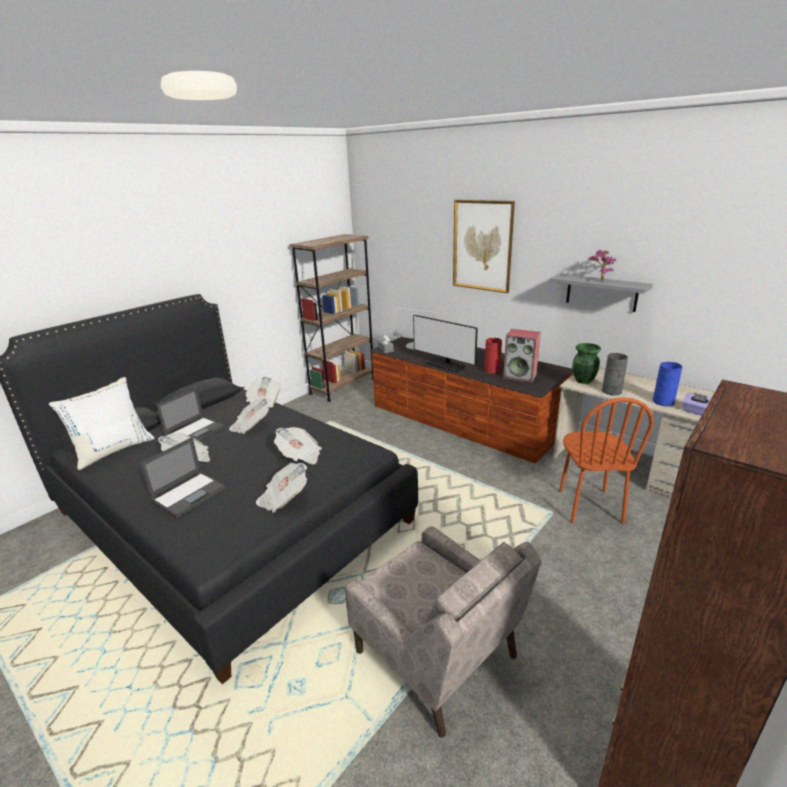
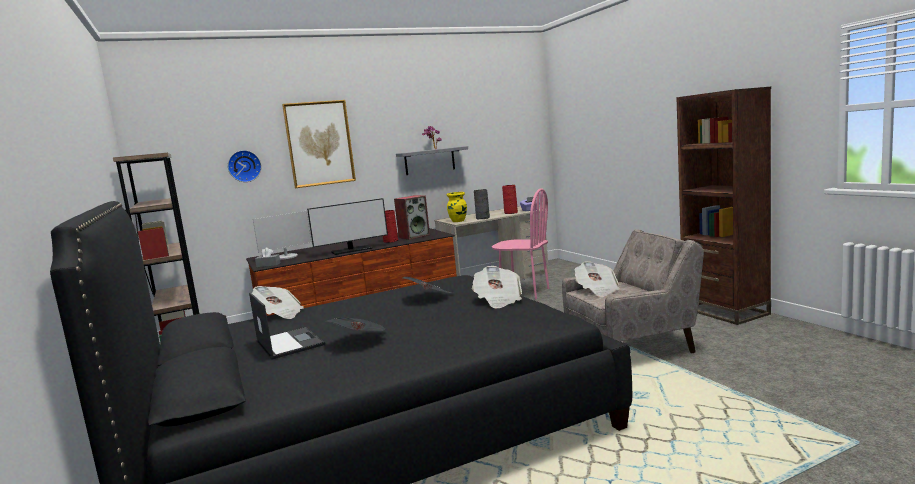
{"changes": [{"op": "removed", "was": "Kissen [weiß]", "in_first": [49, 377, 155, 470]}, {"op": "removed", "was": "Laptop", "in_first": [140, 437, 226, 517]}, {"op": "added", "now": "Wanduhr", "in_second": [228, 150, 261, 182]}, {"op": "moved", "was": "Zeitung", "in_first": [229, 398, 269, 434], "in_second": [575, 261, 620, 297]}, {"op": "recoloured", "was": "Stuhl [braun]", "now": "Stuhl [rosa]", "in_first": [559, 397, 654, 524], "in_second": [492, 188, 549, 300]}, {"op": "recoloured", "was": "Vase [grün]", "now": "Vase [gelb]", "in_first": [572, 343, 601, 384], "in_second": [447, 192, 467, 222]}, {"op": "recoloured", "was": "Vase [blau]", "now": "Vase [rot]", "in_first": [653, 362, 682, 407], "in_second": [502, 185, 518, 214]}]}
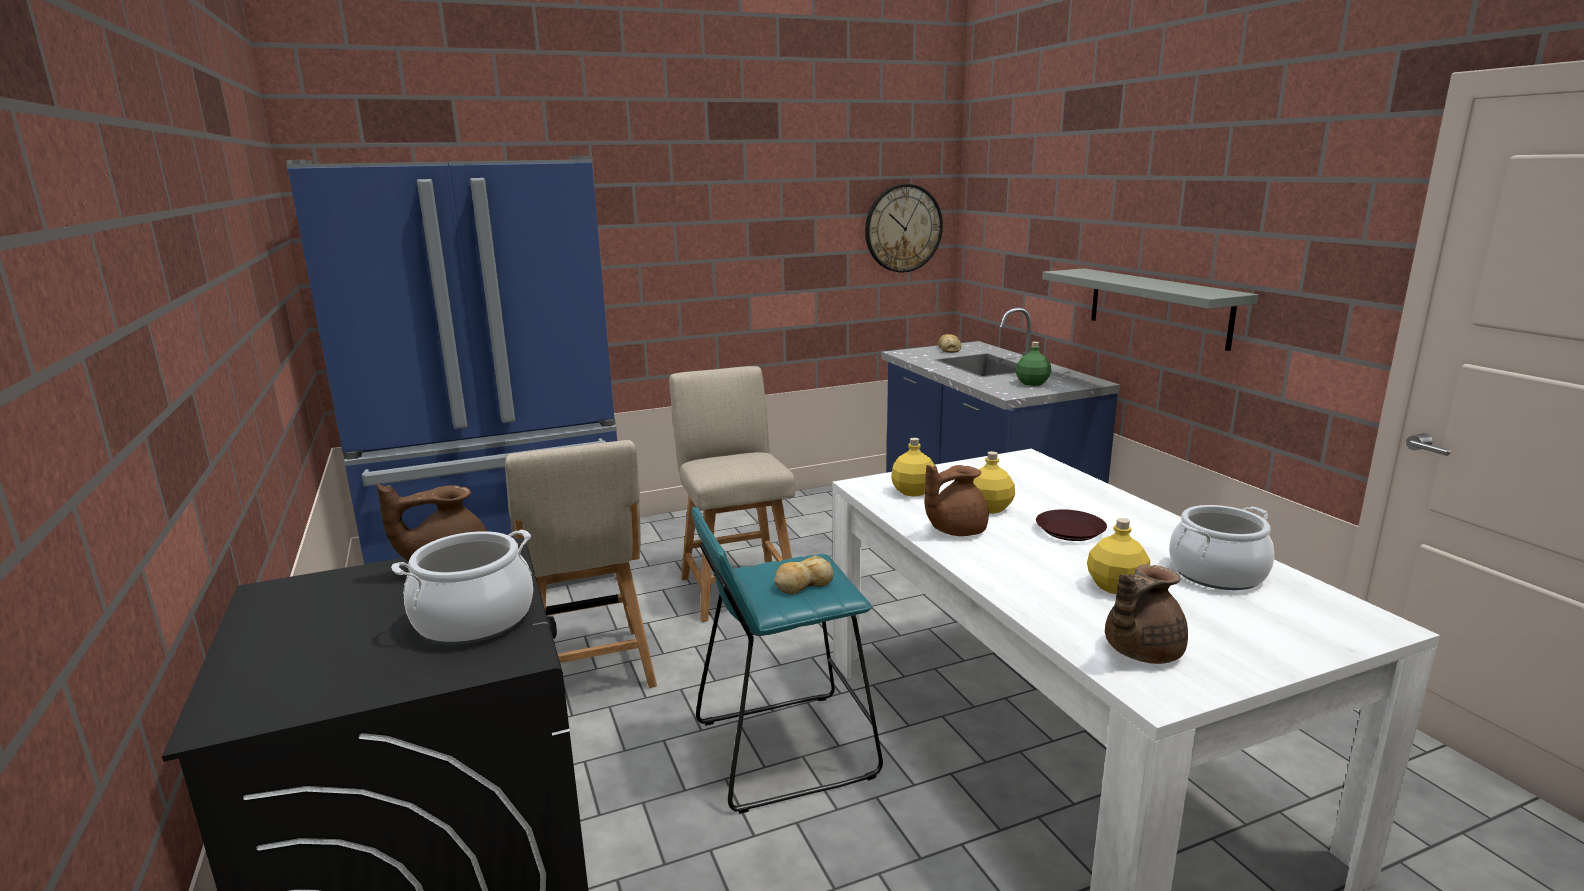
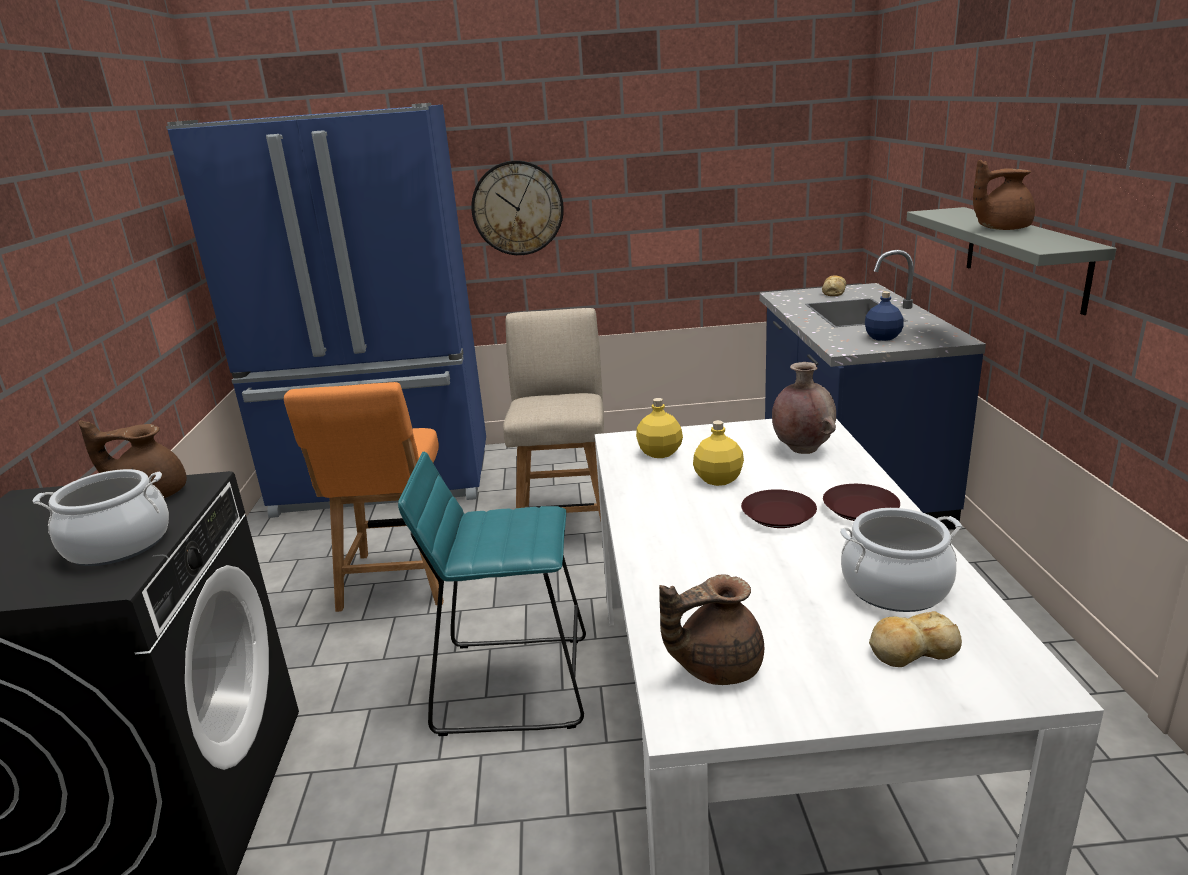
{"changes": [{"op": "removed", "was": "Flasche [gelb]", "in_first": [1087, 518, 1150, 594]}, {"op": "added", "now": "Vase [braun]", "in_second": [772, 362, 836, 454]}, {"op": "added", "now": "Teller [braun]", "in_second": [823, 484, 900, 521]}, {"op": "moved", "was": "Brot", "in_first": [774, 555, 834, 594], "in_second": [869, 611, 962, 667]}, {"op": "moved", "was": "Wanduhr", "in_first": [865, 184, 943, 273], "in_second": [471, 160, 564, 255]}, {"op": "moved", "was": "Teekanne [braun]", "in_first": [924, 465, 989, 536], "in_second": [973, 160, 1035, 230]}, {"op": "recoloured", "was": "Stuhl [beige]", "now": "Stuhl [orange]", "in_first": [505, 440, 657, 688], "in_second": [284, 382, 444, 612]}, {"op": "recoloured", "was": "Flasche [grün]", "now": "Flasche [blau]", "in_first": [1016, 342, 1051, 386], "in_second": [865, 291, 904, 341]}]}
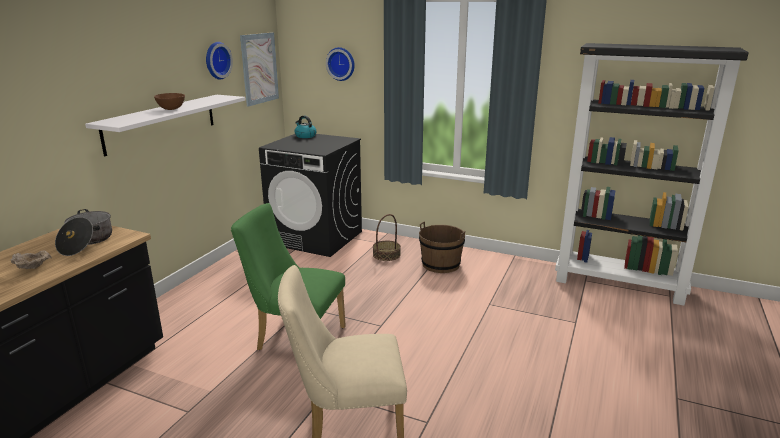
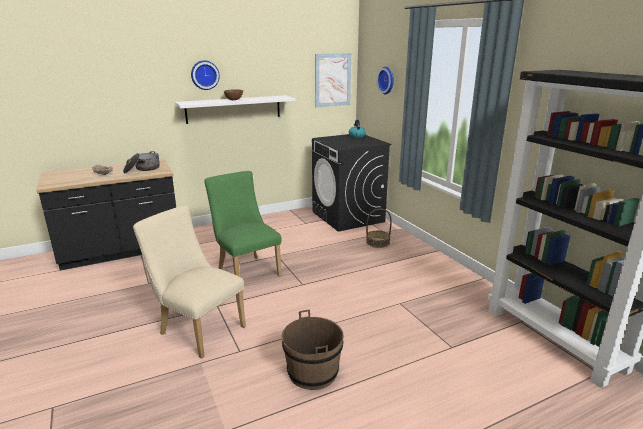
{"changes": [{"op": "moved", "was": "Wanduhr", "in_first": [206, 42, 233, 80], "in_second": [191, 60, 220, 90]}, {"op": "moved", "was": "Eimer [braun]", "in_first": [419, 221, 465, 273], "in_second": [282, 310, 344, 390]}]}
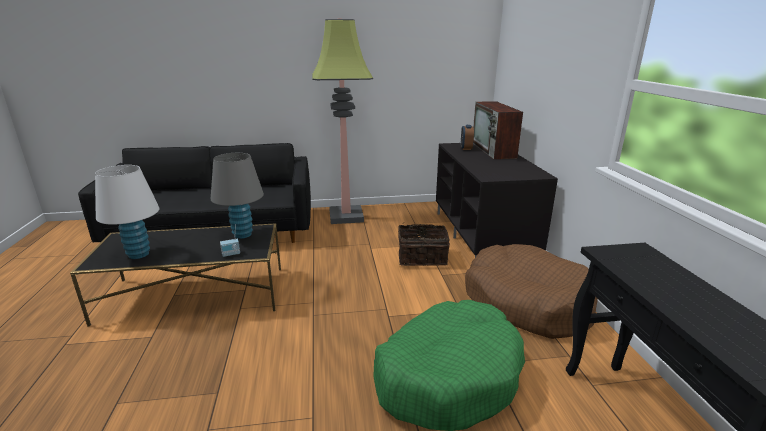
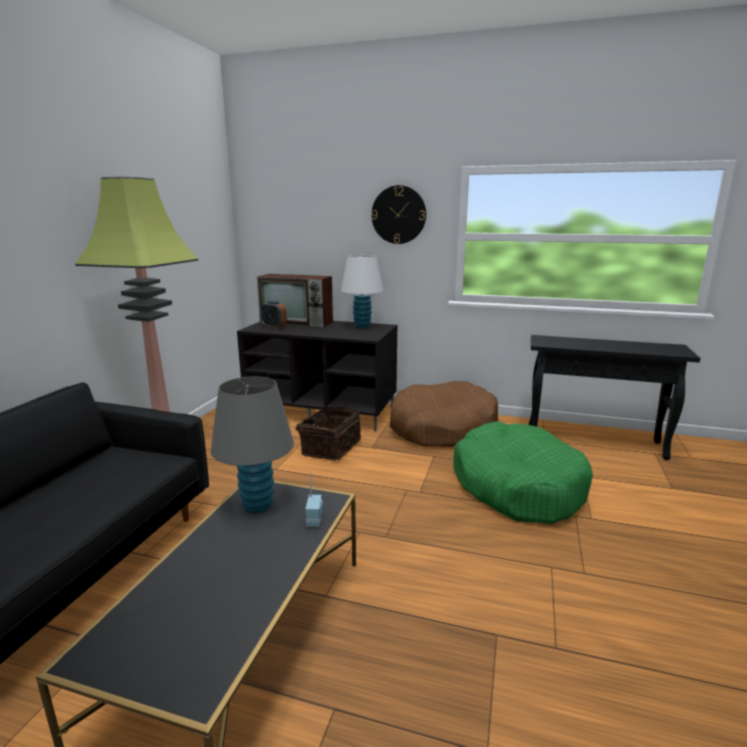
{"changes": [{"op": "added", "now": "Wanduhr", "in_second": [371, 185, 426, 244]}, {"op": "moved", "was": "Tischlampe [weiß]", "in_first": [95, 165, 159, 259], "in_second": [341, 255, 383, 328]}]}
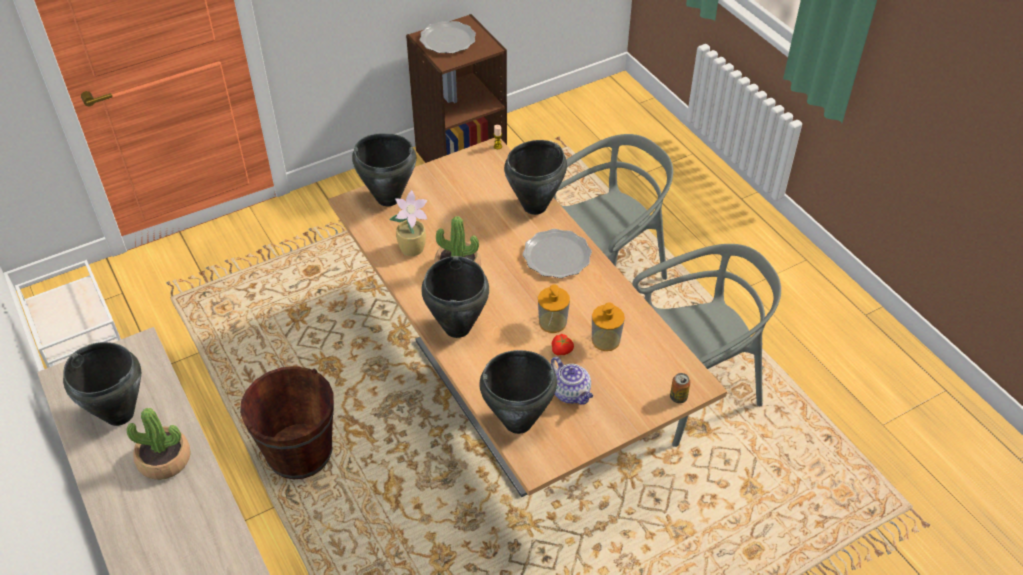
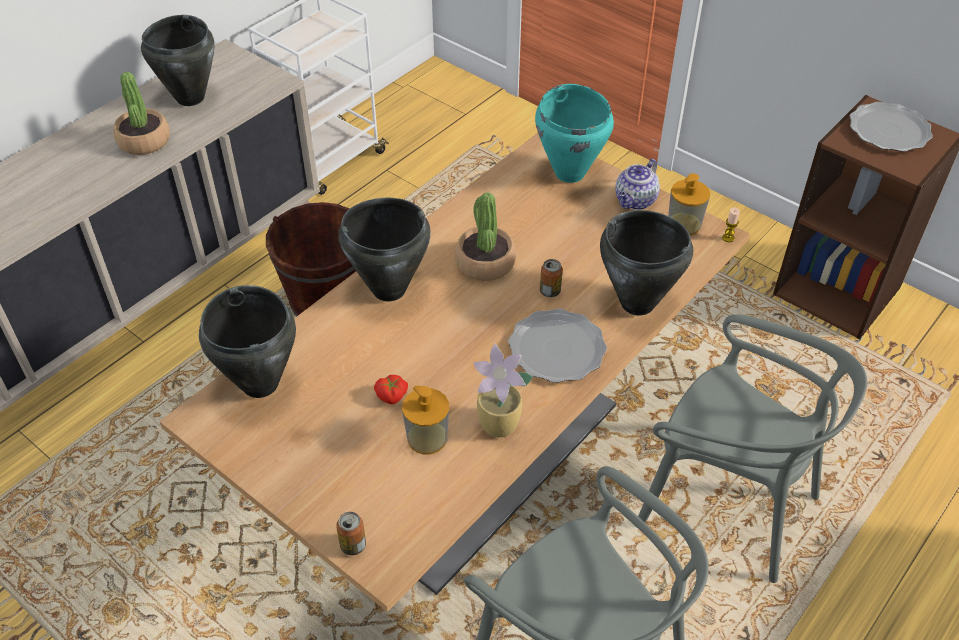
{"changes": [{"op": "added", "now": "Dose", "in_second": [540, 259, 563, 297]}, {"op": "moved", "was": "Topfpflanze", "in_first": [389, 190, 427, 256], "in_second": [473, 343, 533, 437]}, {"op": "moved", "was": "Seifenspender", "in_first": [538, 285, 570, 333], "in_second": [668, 173, 710, 236]}, {"op": "moved", "was": "Teekanne", "in_first": [551, 357, 593, 405], "in_second": [615, 159, 660, 210]}, {"op": "recoloured", "was": "Kochtopf [schwarz]", "now": "Kochtopf [türkis]", "in_first": [352, 133, 416, 206], "in_second": [535, 84, 614, 183]}]}
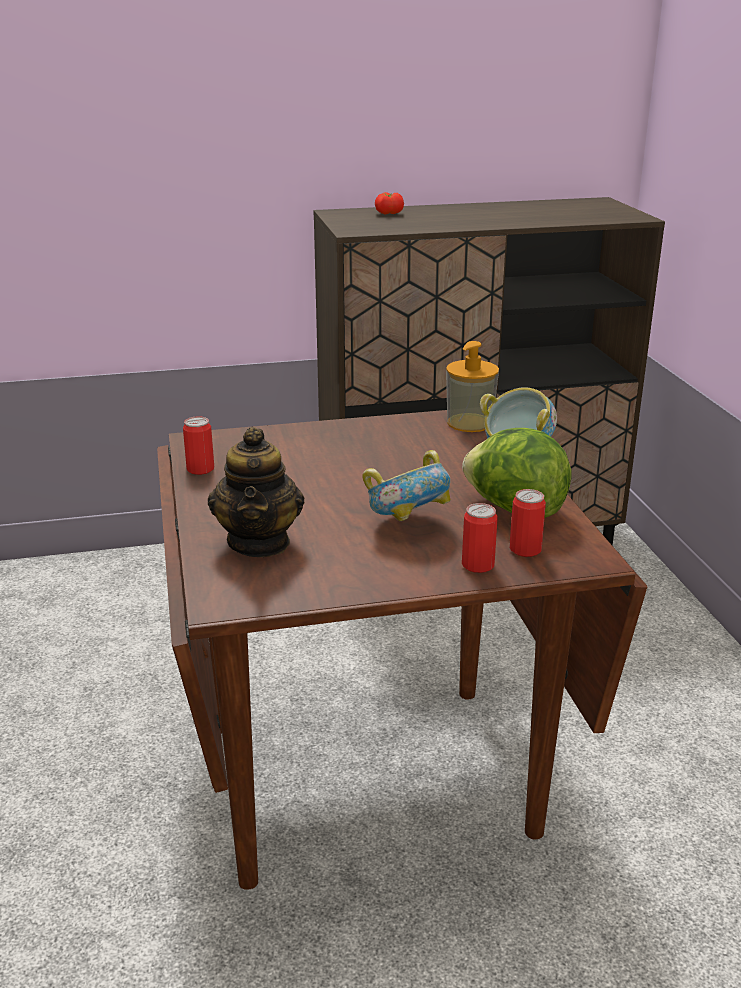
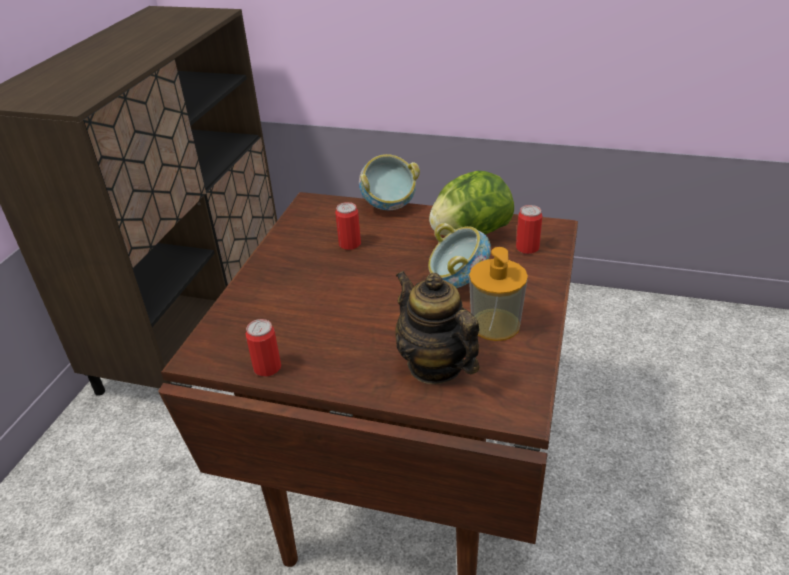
{"changes": [{"op": "removed", "was": "Tomate", "in_first": [375, 192, 404, 214]}, {"op": "moved", "was": "Seifenspender", "in_first": [446, 341, 499, 432], "in_second": [469, 247, 528, 341]}, {"op": "moved", "was": "Dose", "in_first": [462, 503, 498, 573], "in_second": [335, 202, 361, 250]}, {"op": "turned", "was": "Teekanne", "in_first": [208, 427, 304, 557], "in_second": [395, 271, 479, 384], "clockwise": -150}]}
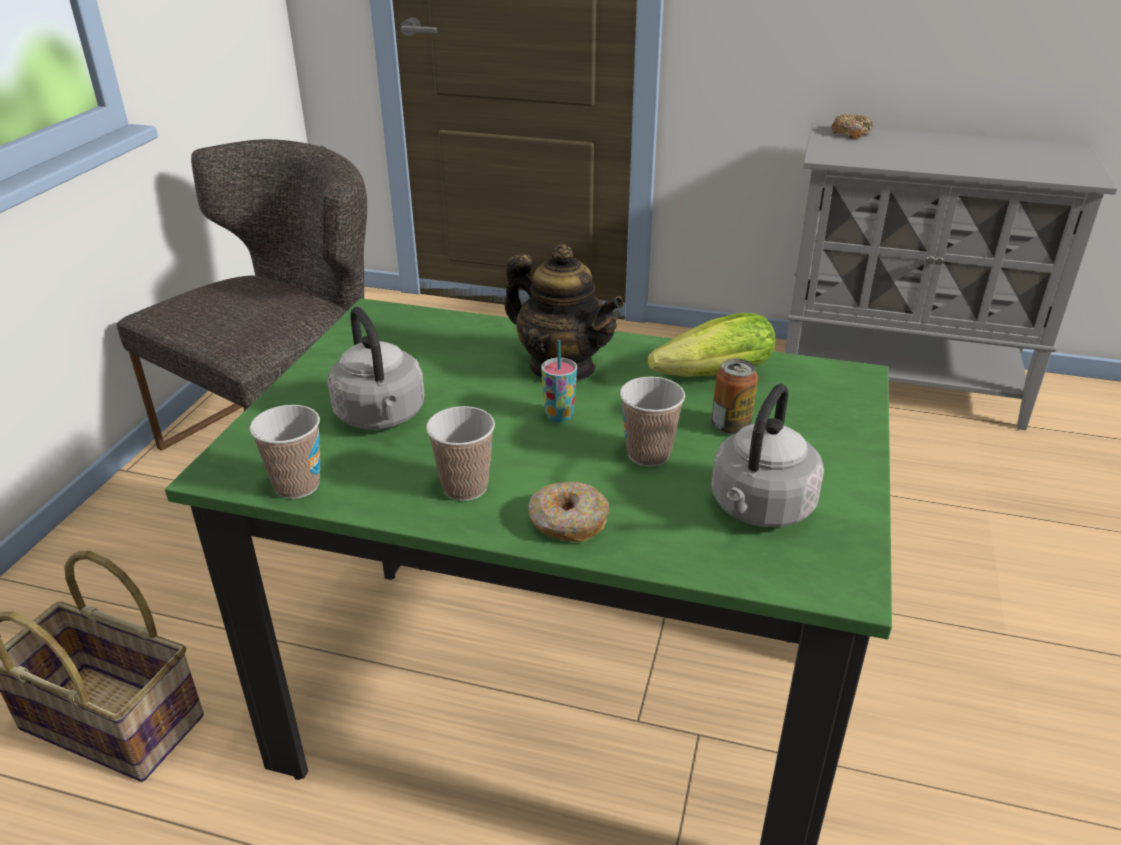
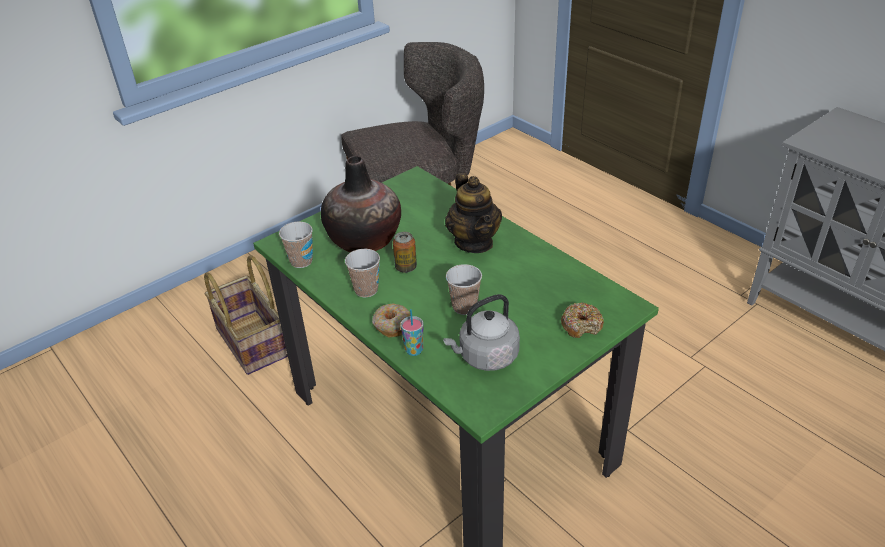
{"changes": [{"op": "removed", "was": "Salatkopf", "in_first": [648, 313, 775, 377]}, {"op": "moved", "was": "Tasse", "in_first": [541, 340, 577, 422], "in_second": [401, 309, 423, 356]}, {"op": "moved", "was": "Dose", "in_first": [711, 358, 758, 435], "in_second": [393, 232, 417, 273]}, {"op": "moved", "was": "Donut", "in_first": [831, 114, 873, 139], "in_second": [561, 303, 604, 338]}, {"op": "replaced", "was": "Wasserkessel [grau]", "now": "Vase", "in_first": [328, 306, 425, 430], "in_second": [321, 156, 401, 253]}]}
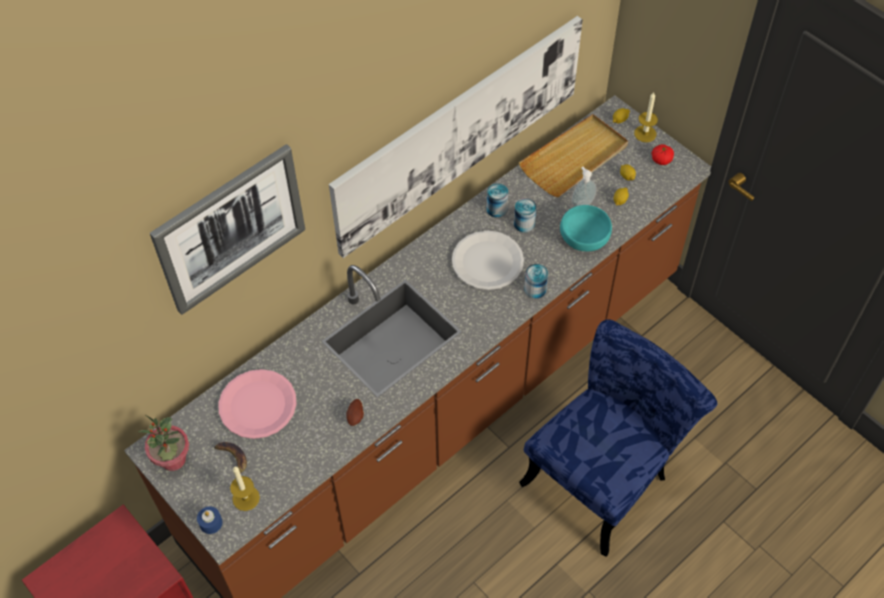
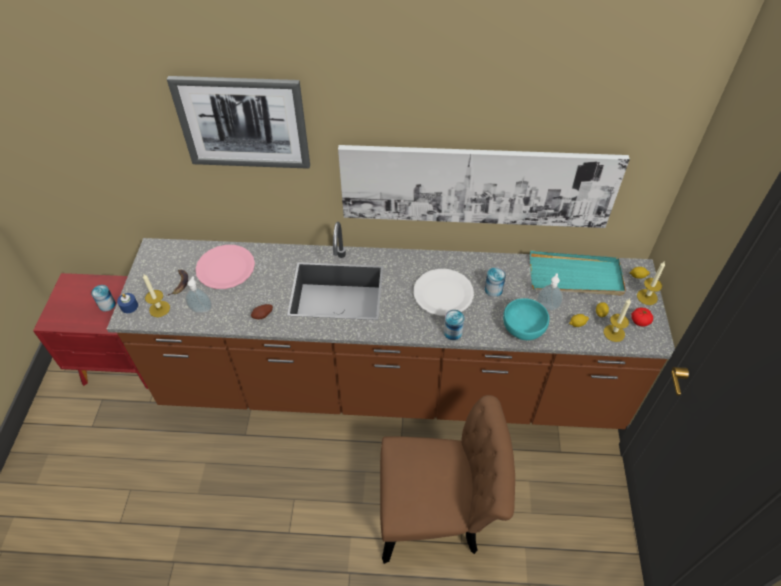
{"changes": [{"op": "removed", "was": "Topfpflanze", "in_first": [138, 415, 189, 471]}, {"op": "added", "now": "Seifenspender", "in_second": [186, 276, 212, 313]}, {"op": "added", "now": "Kerze", "in_second": [603, 299, 631, 342]}, {"op": "moved", "was": "Dose", "in_first": [486, 183, 508, 218], "in_second": [91, 285, 116, 312]}, {"op": "recoloured", "was": "Tablett [beige]", "now": "Tablett [türkis]", "in_first": [519, 114, 628, 197], "in_second": [530, 251, 626, 295]}, {"op": "recoloured", "was": "Stuhl [blau]", "now": "Stuhl [braun]", "in_first": [519, 319, 717, 557], "in_second": [380, 395, 515, 564]}]}
